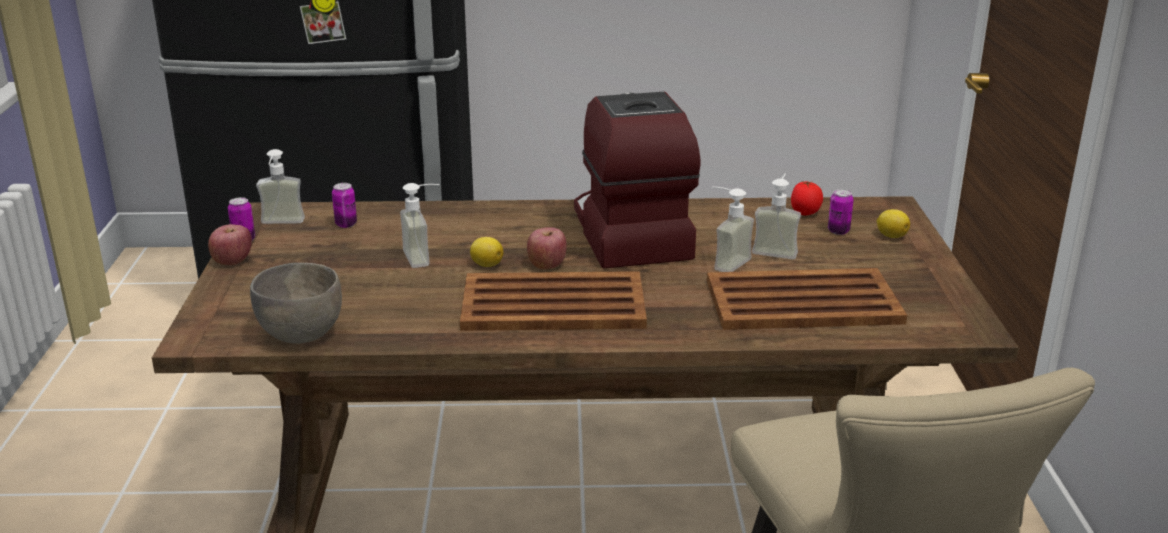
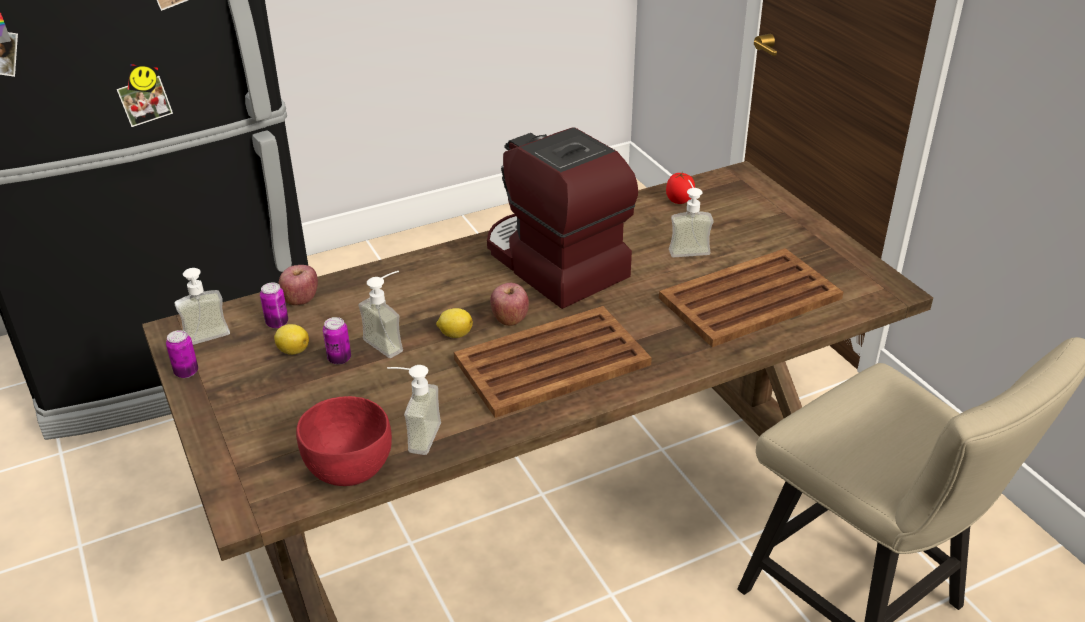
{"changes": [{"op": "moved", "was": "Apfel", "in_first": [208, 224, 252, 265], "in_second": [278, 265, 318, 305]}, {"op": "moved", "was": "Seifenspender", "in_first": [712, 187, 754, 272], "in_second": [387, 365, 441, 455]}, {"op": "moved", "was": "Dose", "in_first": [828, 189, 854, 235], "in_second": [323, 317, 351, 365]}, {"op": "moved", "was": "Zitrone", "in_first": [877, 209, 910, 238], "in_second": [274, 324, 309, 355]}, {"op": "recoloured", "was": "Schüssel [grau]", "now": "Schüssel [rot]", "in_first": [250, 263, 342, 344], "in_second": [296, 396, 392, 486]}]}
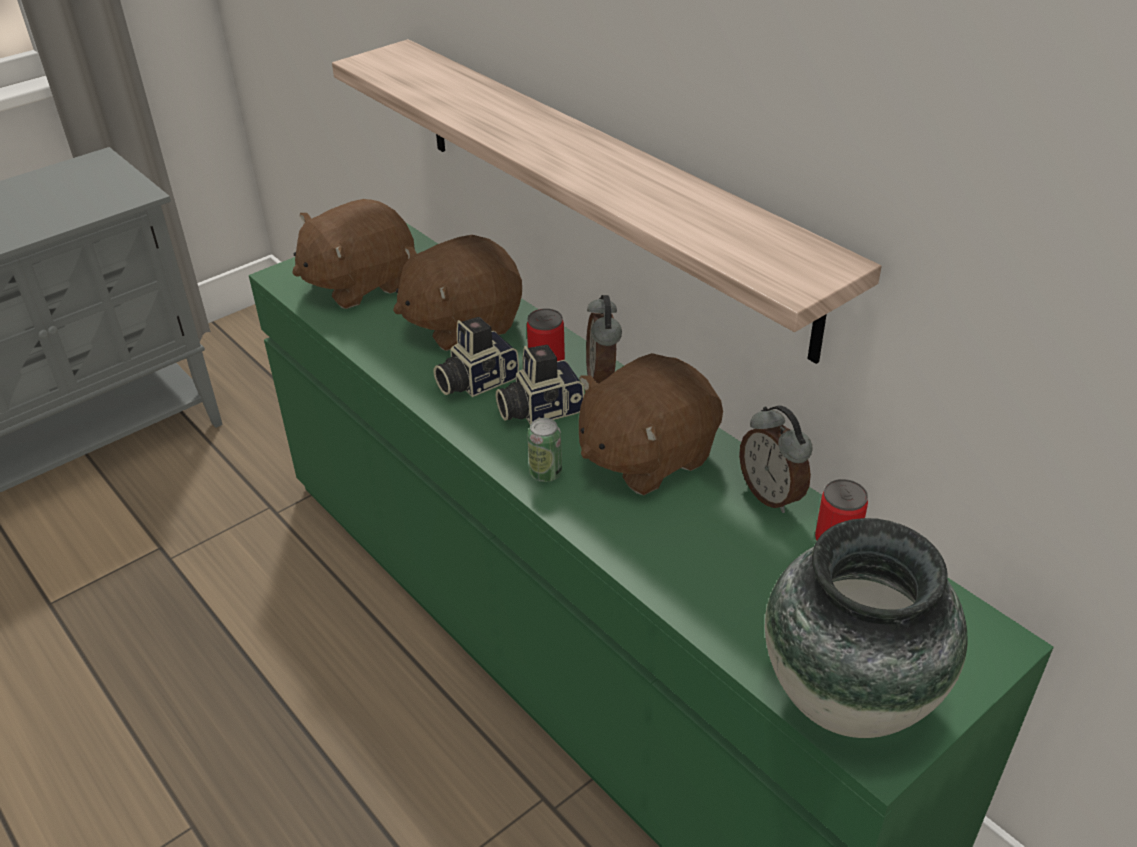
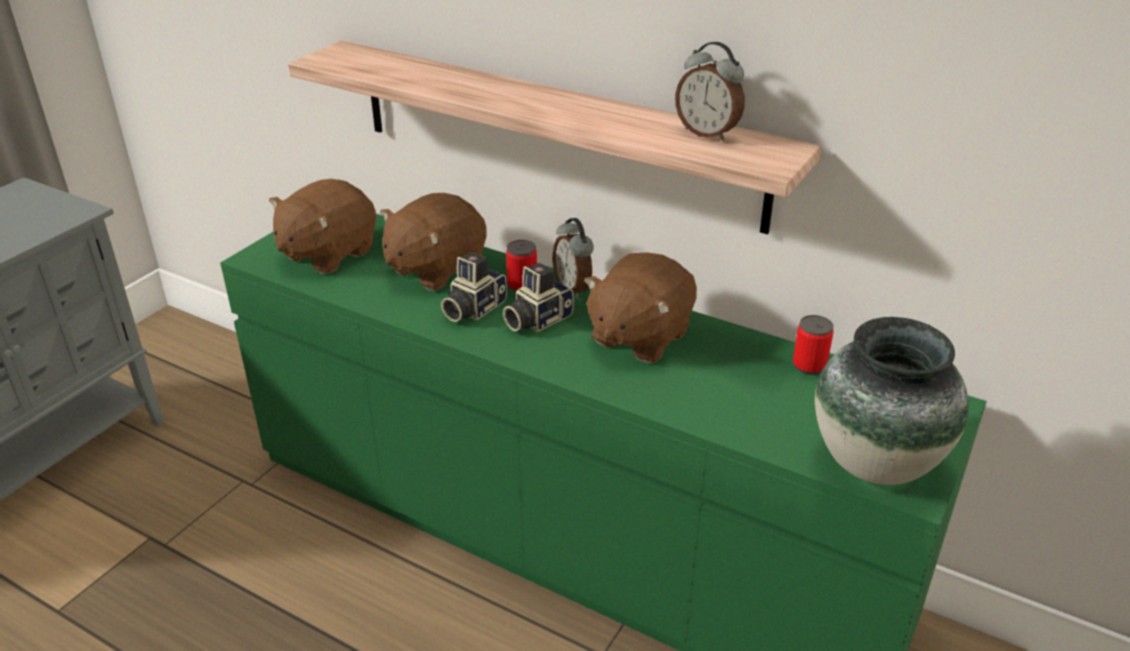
{"changes": [{"op": "removed", "was": "Dose", "in_first": [527, 418, 562, 482]}, {"op": "moved", "was": "Wecker", "in_first": [739, 405, 813, 513], "in_second": [675, 42, 745, 141]}]}
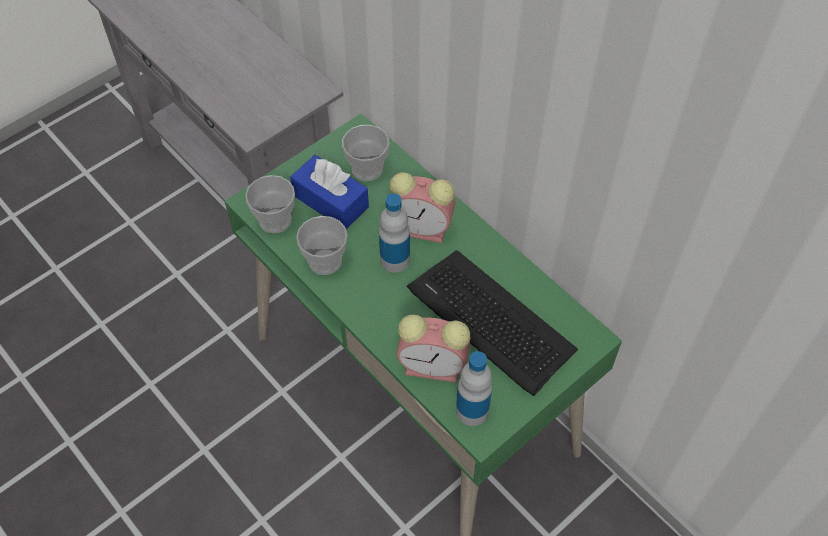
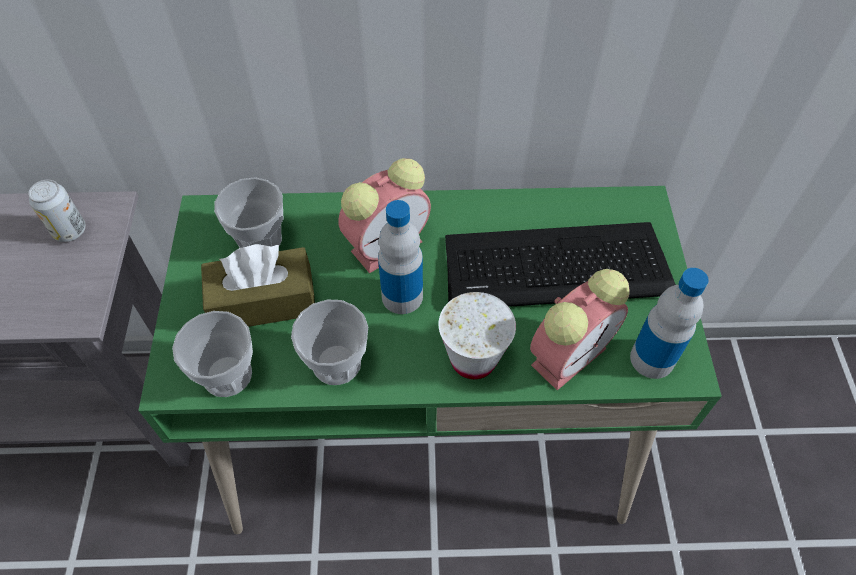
{"changes": [{"op": "added", "now": "Dose", "in_second": [28, 180, 86, 242]}, {"op": "added", "now": "Tasse [weiß]", "in_second": [439, 292, 516, 379]}, {"op": "recoloured", "was": "Taschentuchbox [blau]", "now": "Taschentuchbox [braun]", "in_first": [290, 155, 369, 229], "in_second": [201, 244, 315, 327]}]}
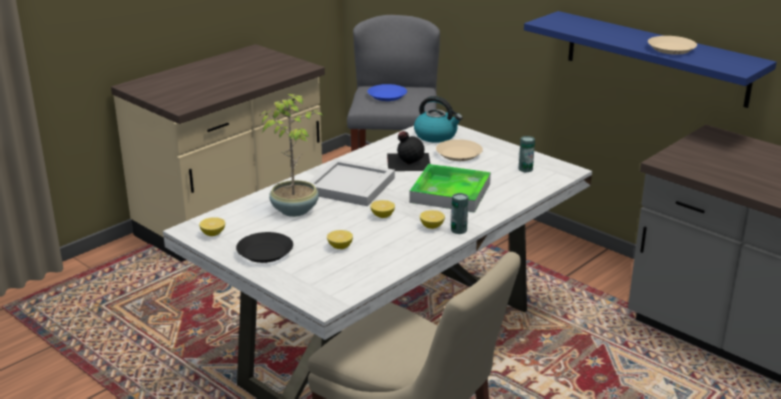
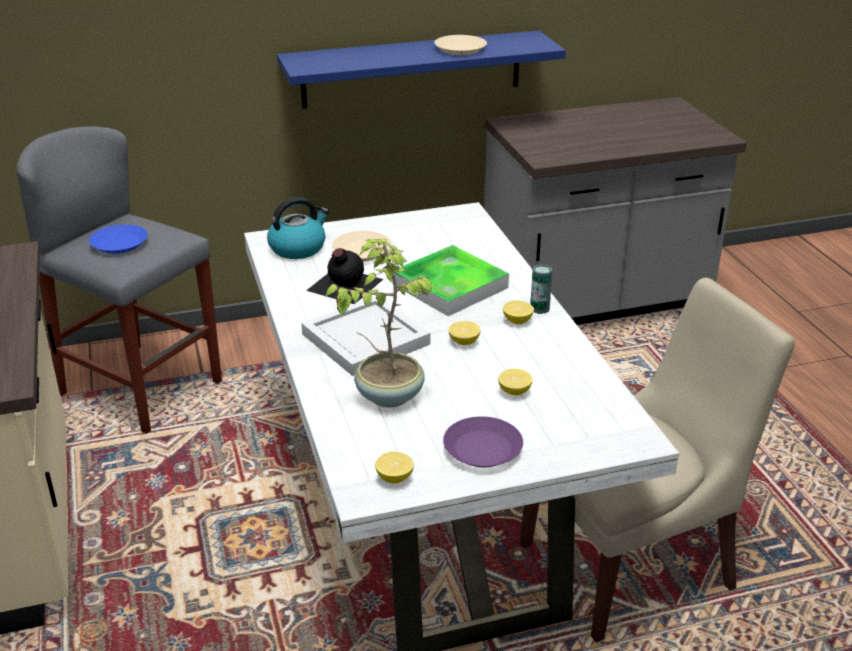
{"changes": [{"op": "removed", "was": "Dose", "in_first": [519, 136, 535, 172]}, {"op": "recoloured", "was": "Teller [schwarz]", "now": "Teller [lila]", "in_first": [236, 232, 293, 263], "in_second": [443, 416, 523, 467]}]}
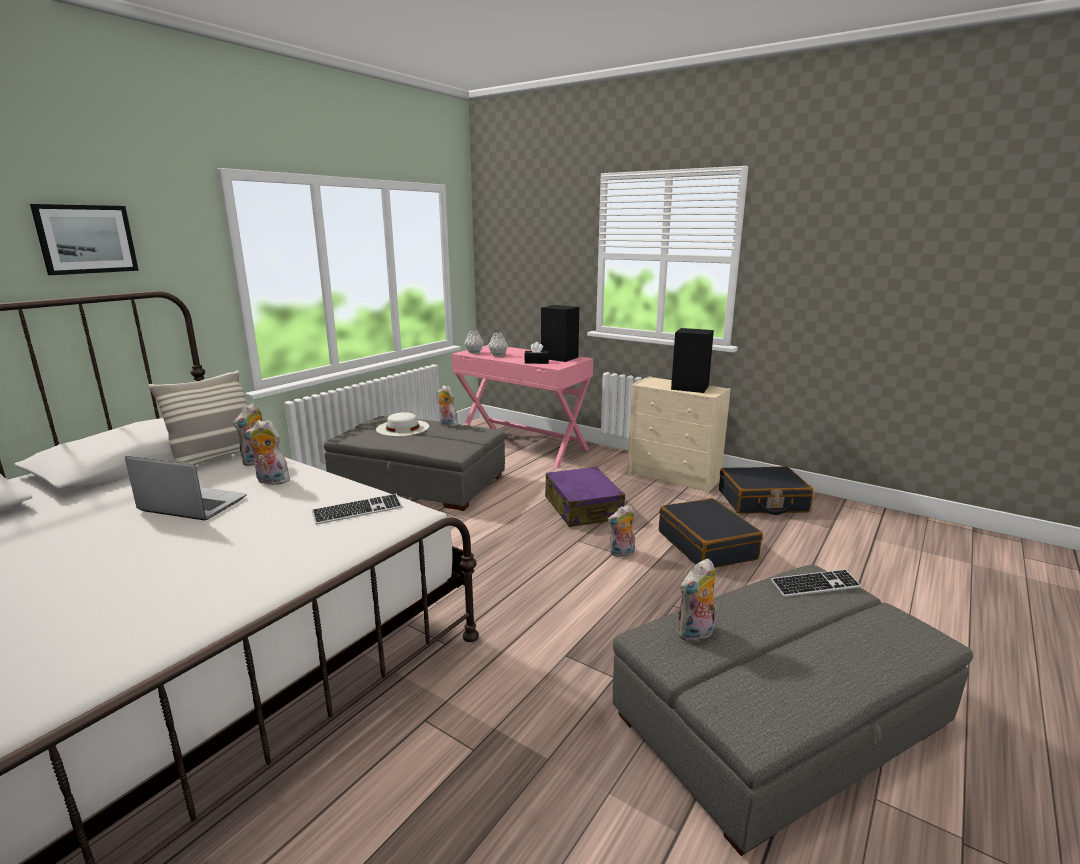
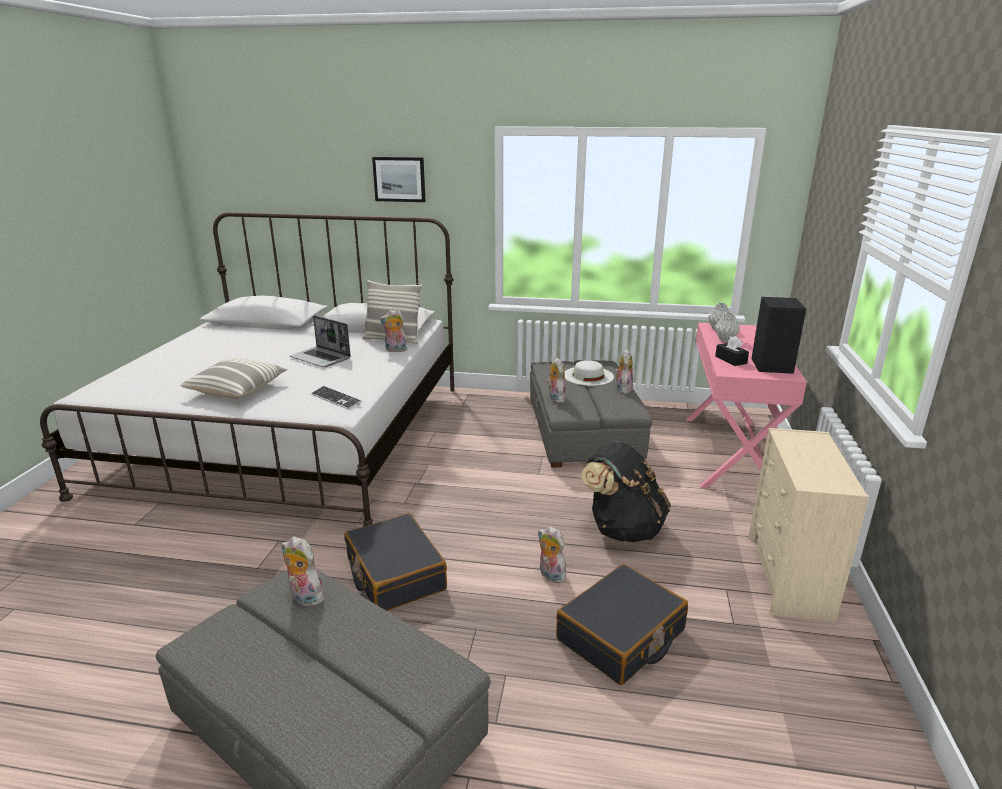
{"changes": [{"op": "removed", "was": "Lautsprecher [schwarz]", "in_first": [671, 328, 714, 393]}, {"op": "removed", "was": "Tastatur", "in_first": [770, 569, 861, 597]}, {"op": "added", "now": "Kissen", "in_second": [180, 358, 288, 399]}, {"op": "moved", "was": "Plüschtier", "in_first": [245, 420, 290, 485], "in_second": [547, 358, 566, 403]}, {"op": "moved", "was": "Koffer [schwarz]", "in_first": [719, 466, 813, 515], "in_second": [344, 513, 447, 611]}, {"op": "replaced", "was": "Koffer [lila]", "now": "Rucksack [schwarz]", "in_first": [545, 467, 625, 527], "in_second": [581, 441, 671, 542]}, {"op": "turned", "was": "Laptop", "in_first": [125, 456, 247, 520], "in_second": [290, 315, 351, 367], "clockwise": 135}]}
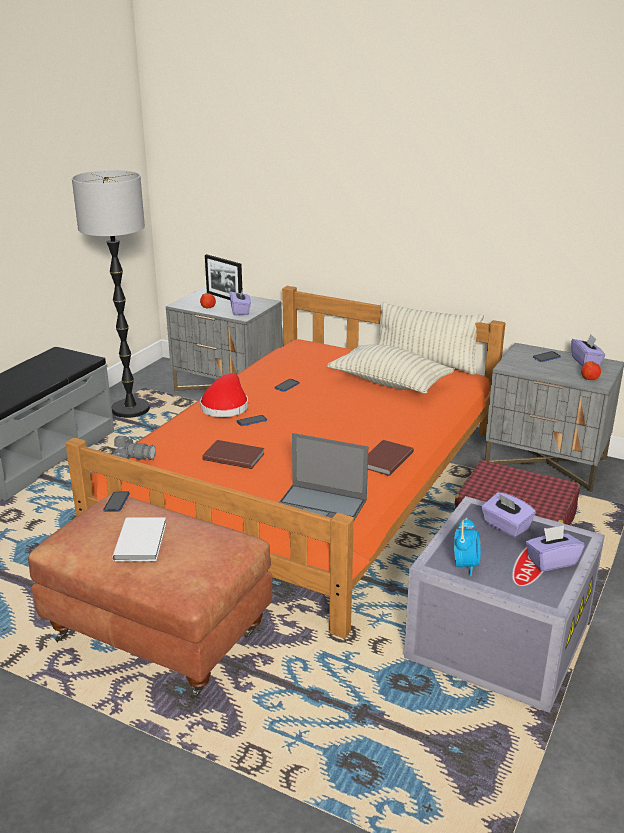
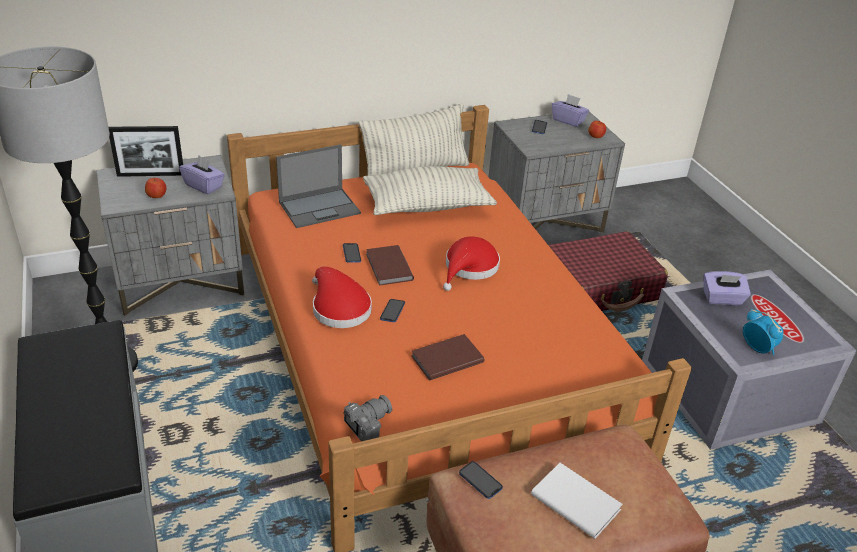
{"changes": [{"op": "removed", "was": "Taschentuchbox [lila]", "in_first": [525, 525, 584, 571]}, {"op": "added", "now": "Hut [rot]", "in_second": [443, 236, 500, 291]}, {"op": "moved", "was": "Laptop", "in_first": [279, 433, 368, 520], "in_second": [276, 144, 361, 228]}, {"op": "moved", "was": "Buch [braun]", "in_first": [368, 440, 414, 476], "in_second": [366, 245, 414, 286]}]}
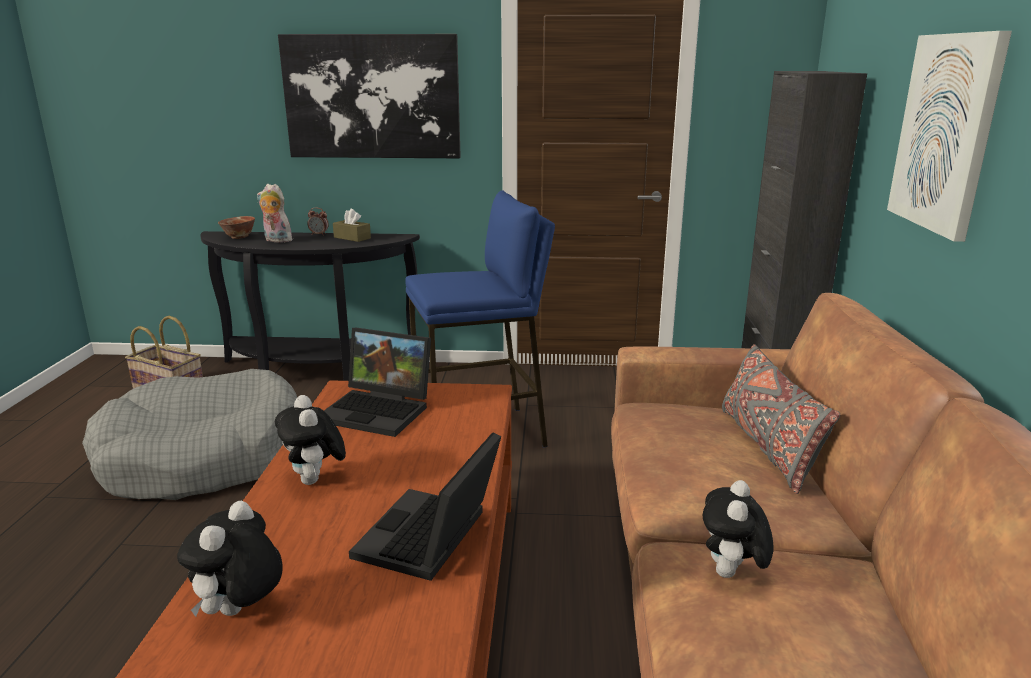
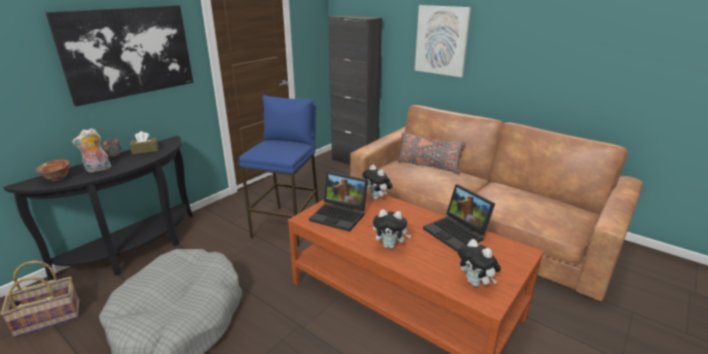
{"changes": [{"op": "moved", "was": "Plüschtier", "in_first": [703, 480, 773, 578], "in_second": [362, 165, 393, 200]}, {"op": "turned", "was": "Laptop", "in_first": [324, 328, 431, 437], "in_second": [309, 172, 368, 232], "clockwise": 60}]}
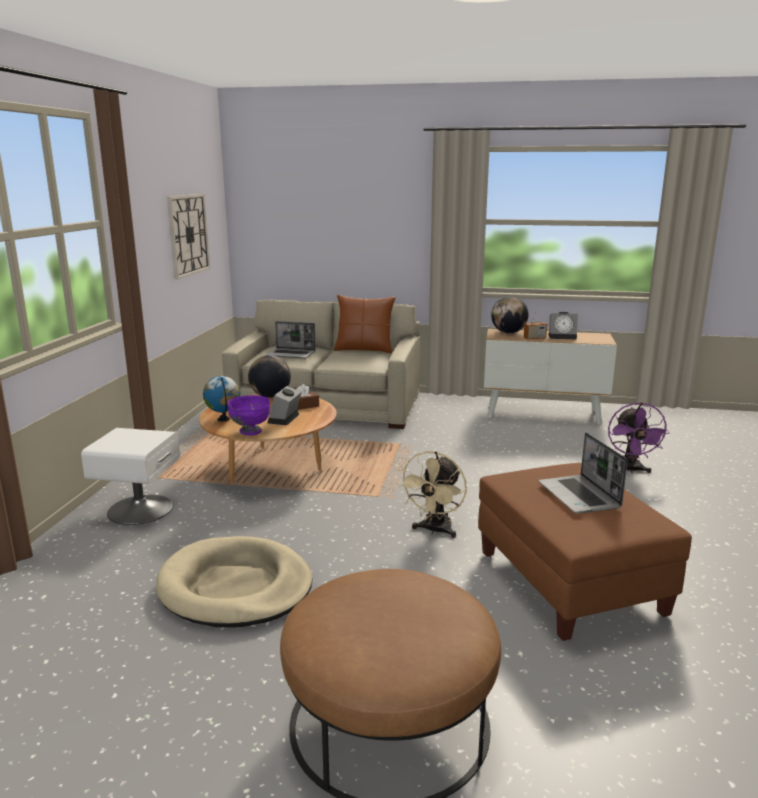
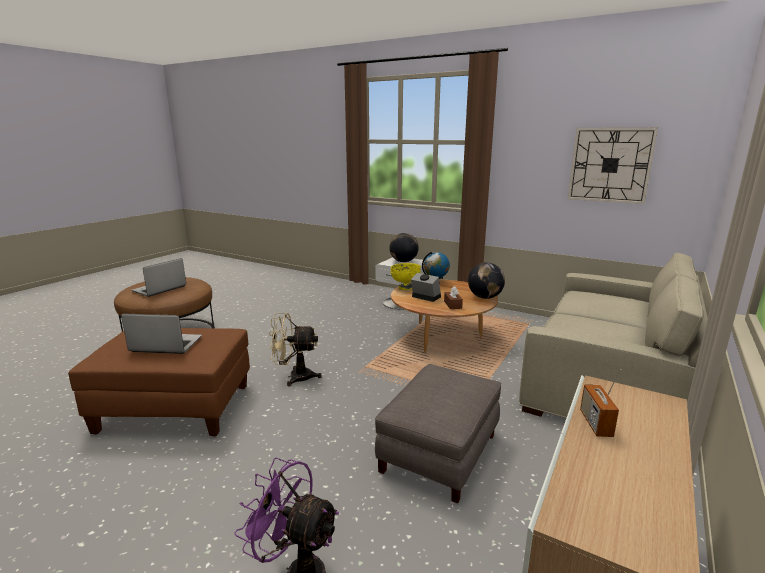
{"changes": [{"op": "removed", "was": "Hundebett [beige]", "in_first": [156, 536, 313, 627]}, {"op": "removed", "was": "Kissen [braun]", "in_first": [334, 295, 396, 353]}, {"op": "removed", "was": "Wecker", "in_first": [549, 312, 578, 340]}, {"op": "added", "now": "Polsterhocker [grau]", "in_second": [375, 364, 501, 503]}, {"op": "moved", "was": "Laptop", "in_first": [266, 321, 316, 359], "in_second": [132, 258, 186, 297]}, {"op": "moved", "was": "Globus", "in_first": [491, 296, 528, 333], "in_second": [389, 233, 419, 262]}, {"op": "recoloured", "was": "Schüssel [lila]", "now": "Schüssel [gelb]", "in_first": [227, 395, 270, 436], "in_second": [391, 263, 421, 290]}, {"op": "turned", "was": "Ventilator [beige]", "in_first": [398, 451, 467, 538], "in_second": [269, 313, 322, 387], "clockwise": -45}]}
